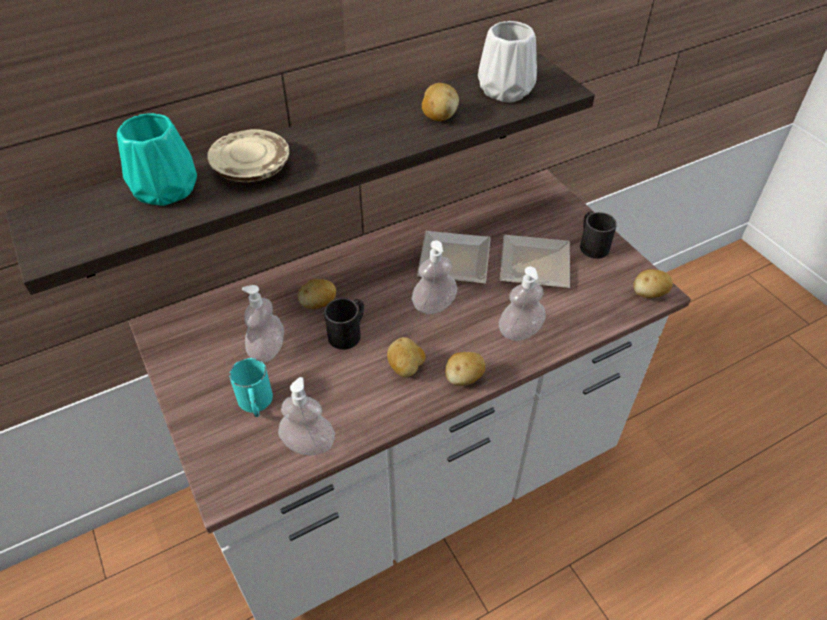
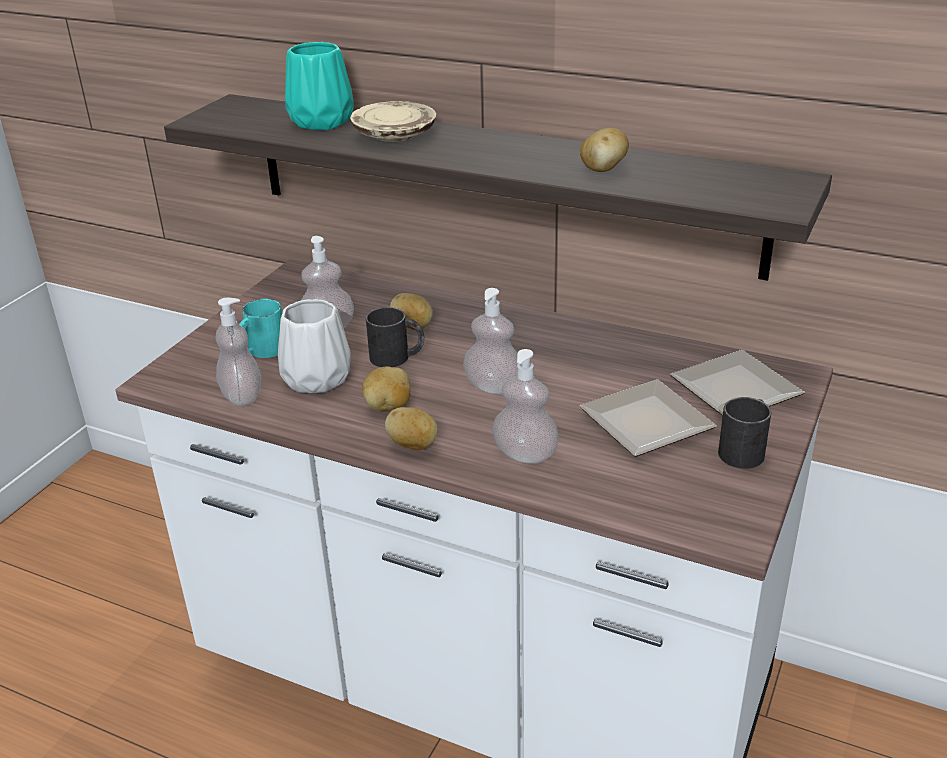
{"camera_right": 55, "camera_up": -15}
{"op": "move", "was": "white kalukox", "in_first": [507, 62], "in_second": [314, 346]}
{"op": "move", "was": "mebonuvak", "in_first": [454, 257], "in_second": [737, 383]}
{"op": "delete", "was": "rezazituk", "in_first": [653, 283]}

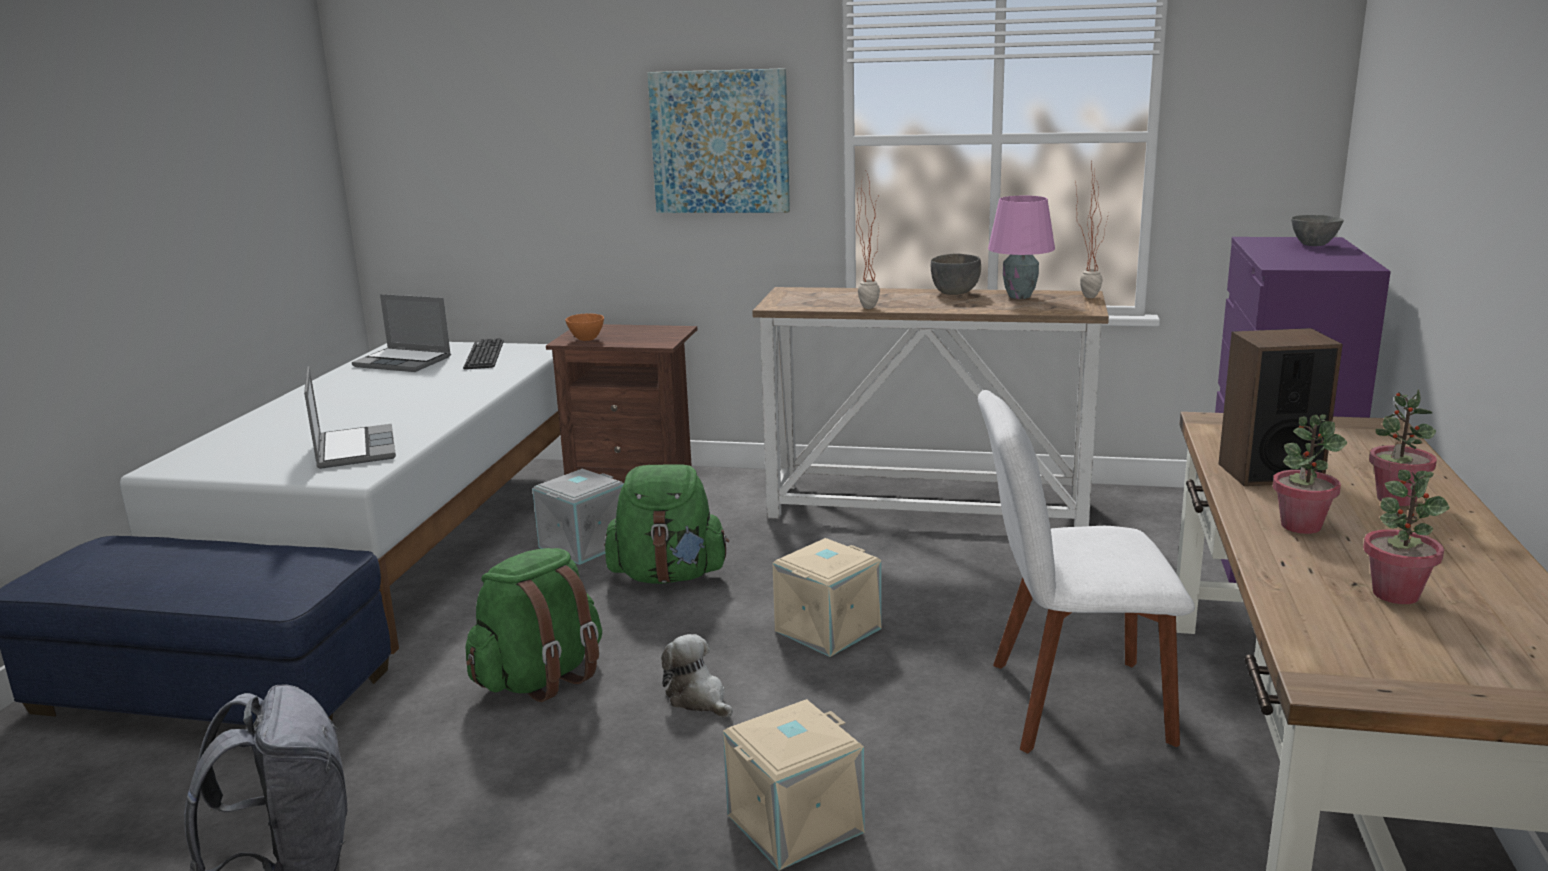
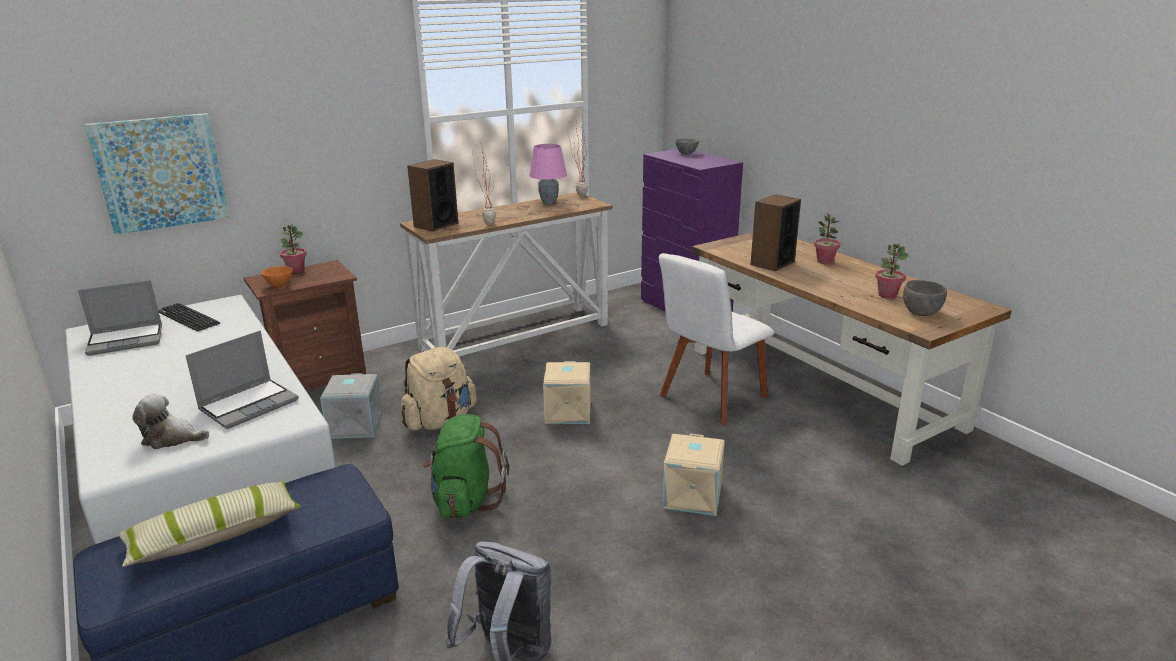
{"camera_right": -45, "camera_up": 5}
{"op": "move", "was": "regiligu", "in_first": [718, 140], "in_second": [157, 174]}
{"op": "move", "was": "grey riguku", "in_first": [956, 274], "in_second": [925, 298]}
{"op": "rotate", "was": "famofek", "in_first": [350, 417], "in_second": [242, 380], "clockwise": 105}
{"op": "move", "was": "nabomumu", "in_first": [1310, 474], "in_second": [293, 248]}
{"op": "recolor", "was": "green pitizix", "now": "beige pitizix", "in_first": [666, 524], "in_second": [438, 389]}
{"op": "move", "was": "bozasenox", "in_first": [697, 676], "in_second": [170, 421]}
{"op": "insert", "now": "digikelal", "in_second": [432, 195]}
{"op": "insert", "now": "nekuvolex", "in_second": [210, 524]}

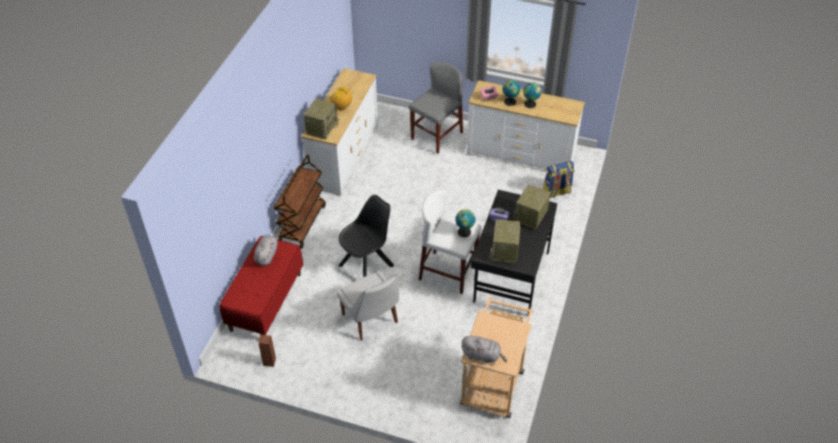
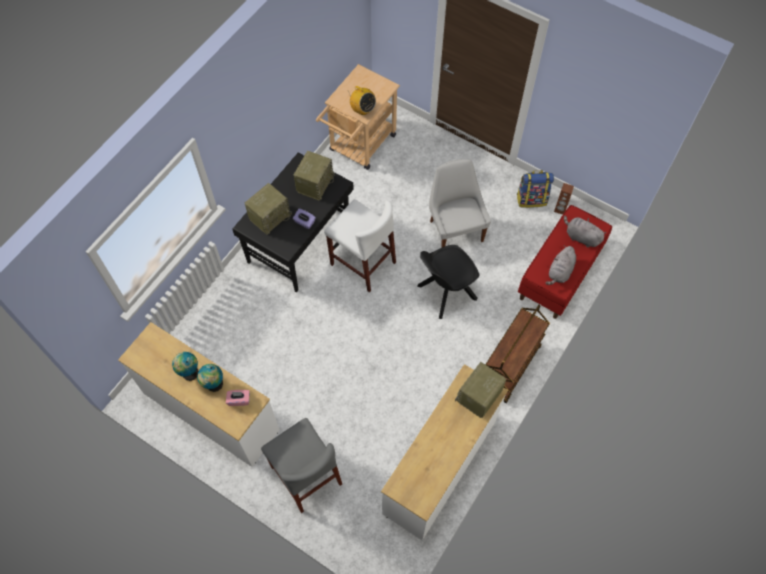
{"camera_right": -165, "camera_up": 15}
{"op": "rotate", "was": "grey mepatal", "in_first": [436, 108], "in_second": [301, 465], "clockwise": -90}
{"op": "move", "was": "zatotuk", "in_first": [341, 98], "in_second": [362, 100]}
{"op": "move", "was": "pitizix", "in_first": [558, 179], "in_second": [535, 189]}
{"op": "delete", "was": "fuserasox", "in_first": [466, 223]}
{"op": "move", "was": "grey bozasenox", "in_first": [484, 349], "in_second": [585, 232]}

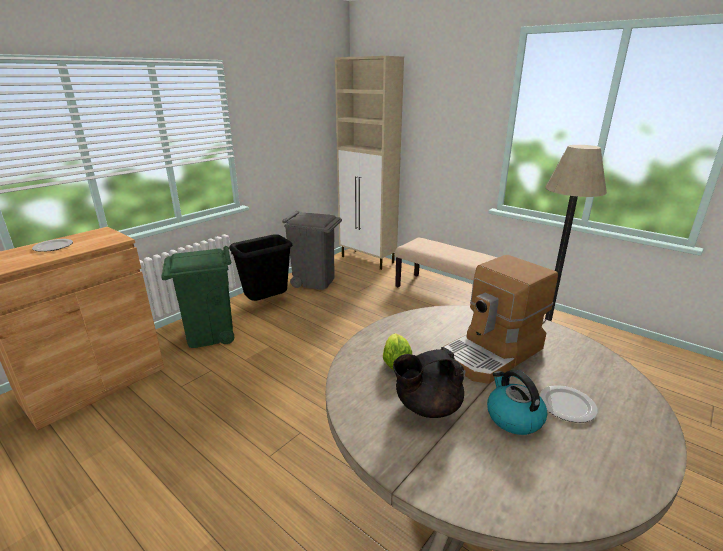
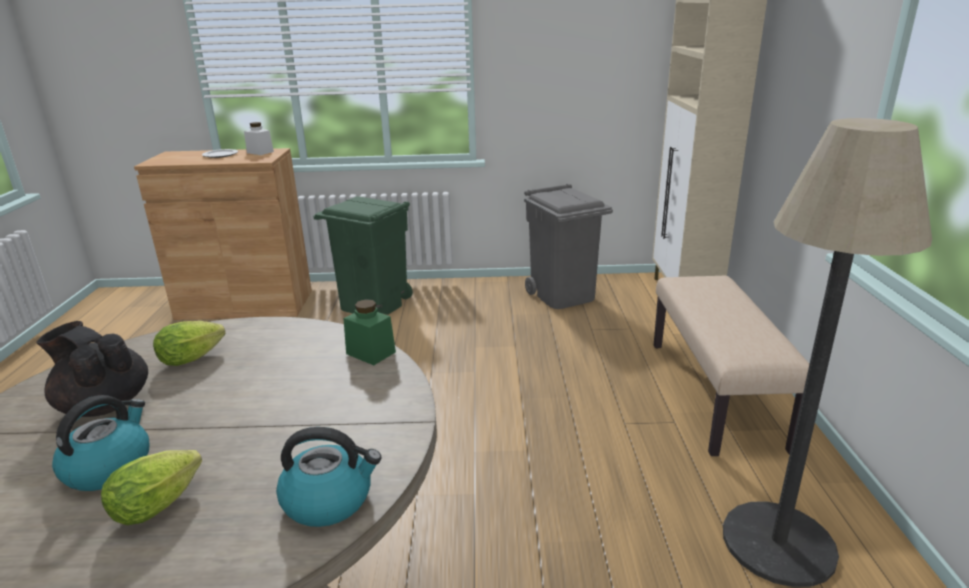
{"camera_right": 50, "camera_up": 0}
{"op": "delete", "was": "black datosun", "in_first": [260, 267]}
{"op": "delete", "was": "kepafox", "in_first": [500, 319]}
{"op": "replace", "was": "mebonuvak", "now": "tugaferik", "in_first": [568, 404], "in_second": [151, 487]}
{"op": "insert", "now": "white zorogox", "in_second": [259, 138]}
{"op": "insert", "now": "green zorogox", "in_second": [369, 332]}
{"op": "insert", "now": "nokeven", "in_second": [328, 477]}

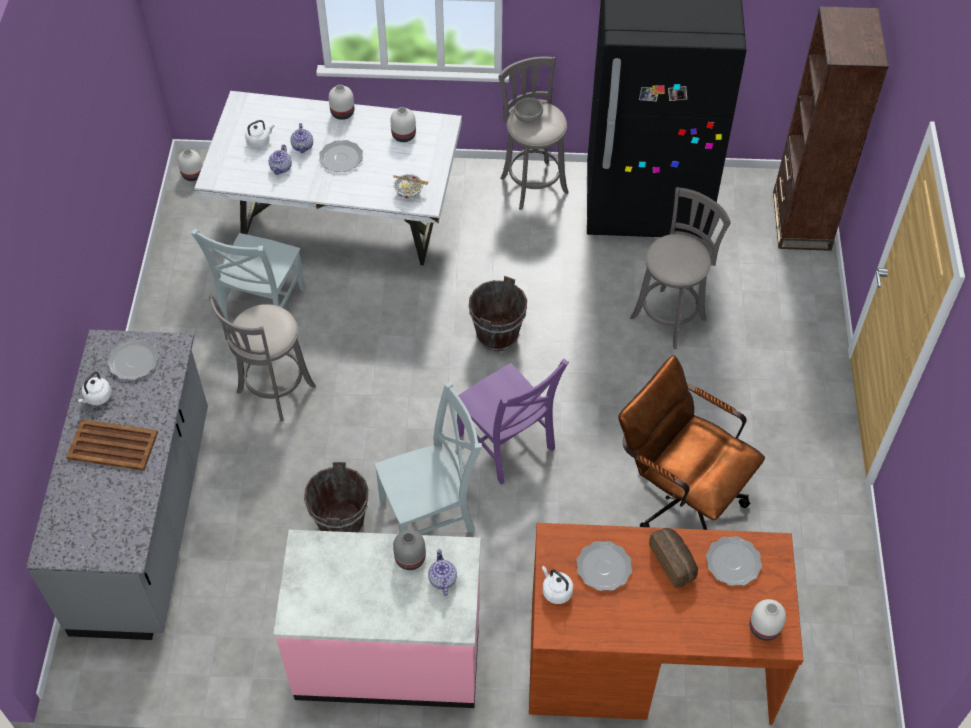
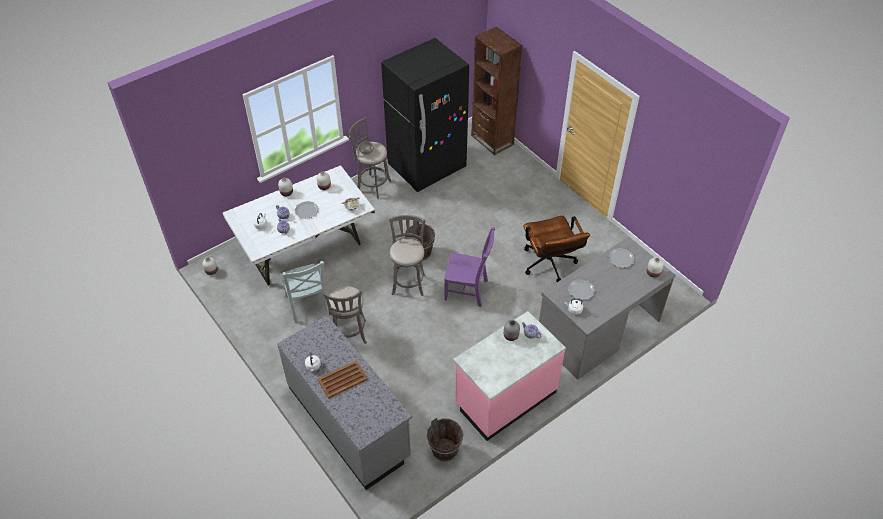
{"camera_right": -40, "camera_up": -5}
{"op": "move", "was": "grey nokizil", "in_first": [680, 268], "in_second": [407, 255]}
{"op": "delete", "was": "mebonuvak", "in_first": [133, 359]}
{"op": "rotate", "was": "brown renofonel", "in_first": [691, 442], "in_second": [556, 249], "clockwise": -105}
{"op": "delete", "was": "grey mepatal", "in_first": [428, 457]}
{"op": "move", "was": "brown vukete", "in_first": [336, 497], "in_second": [445, 440]}
{"op": "recolor", "was": "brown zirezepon", "now": "grey zirezepon", "in_first": [666, 624], "in_second": [607, 308]}
{"op": "delete", "was": "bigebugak", "in_first": [673, 558]}

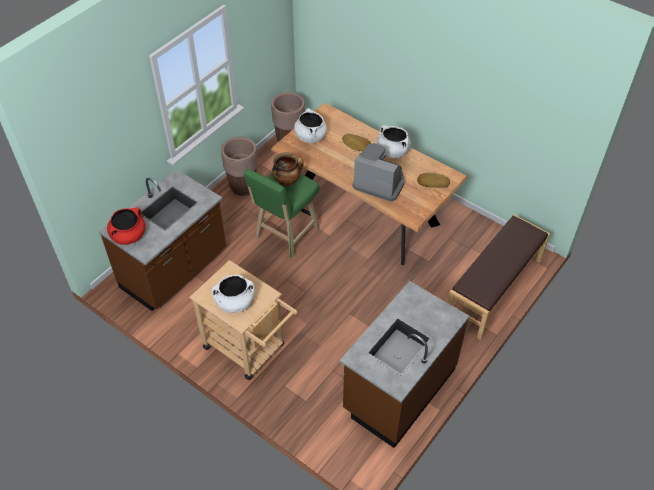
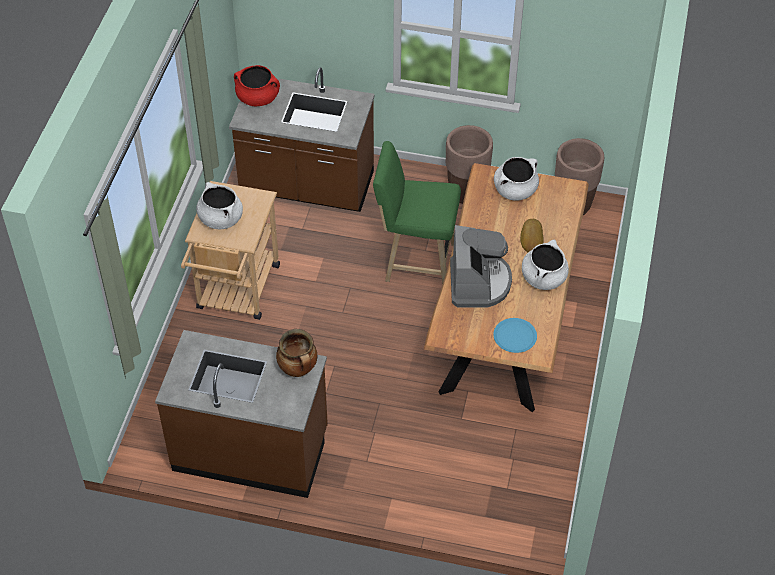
{"camera_right": 65, "camera_up": 0}
{"op": "move", "was": "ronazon", "in_first": [287, 169], "in_second": [297, 353]}
{"op": "replace", "was": "bigebugak", "now": "blue mebonuvak", "in_first": [433, 180], "in_second": [515, 335]}
{"op": "delete", "was": "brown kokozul", "in_first": [499, 277]}

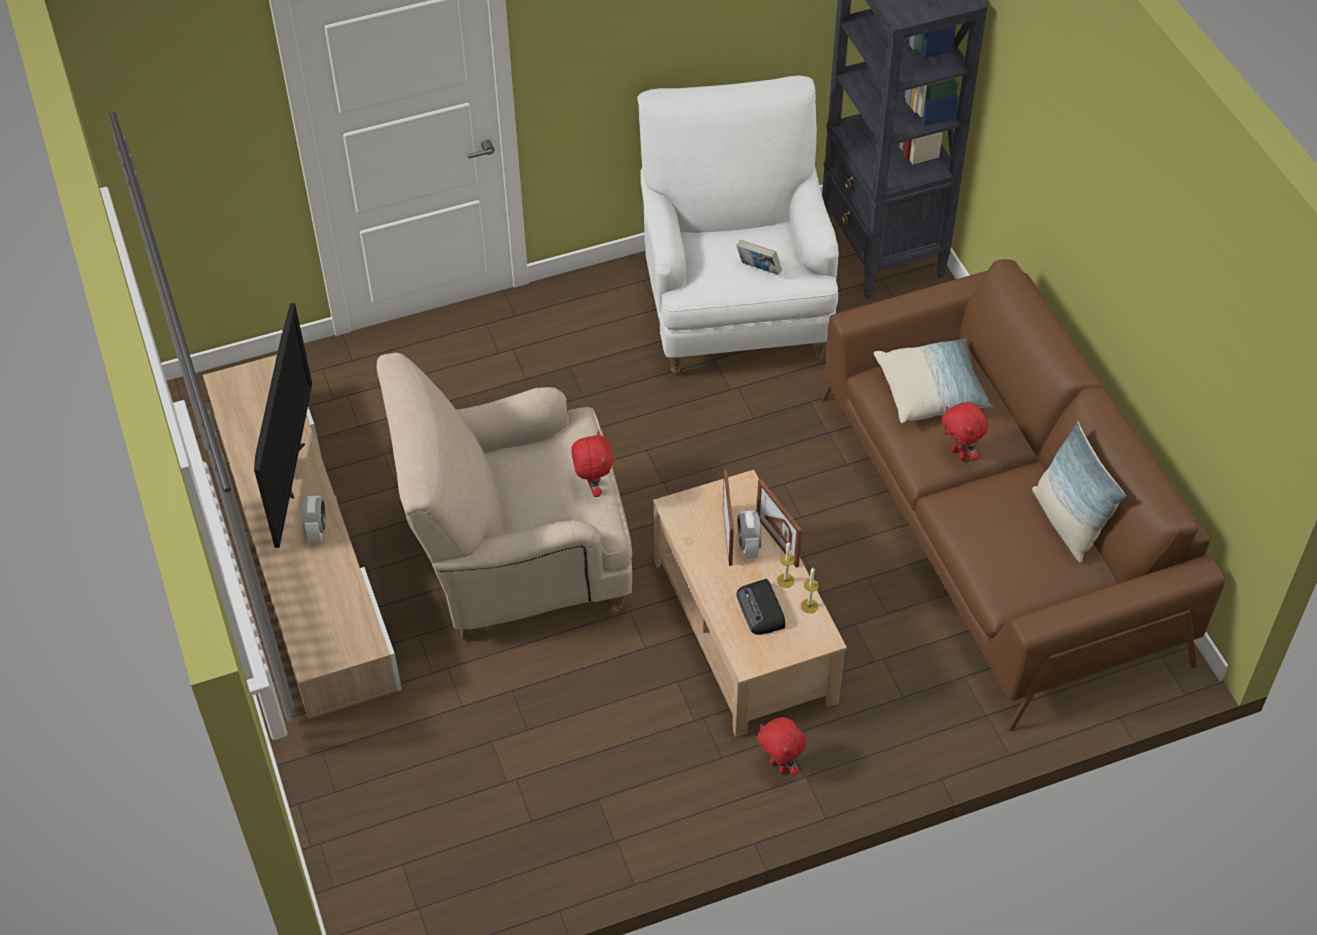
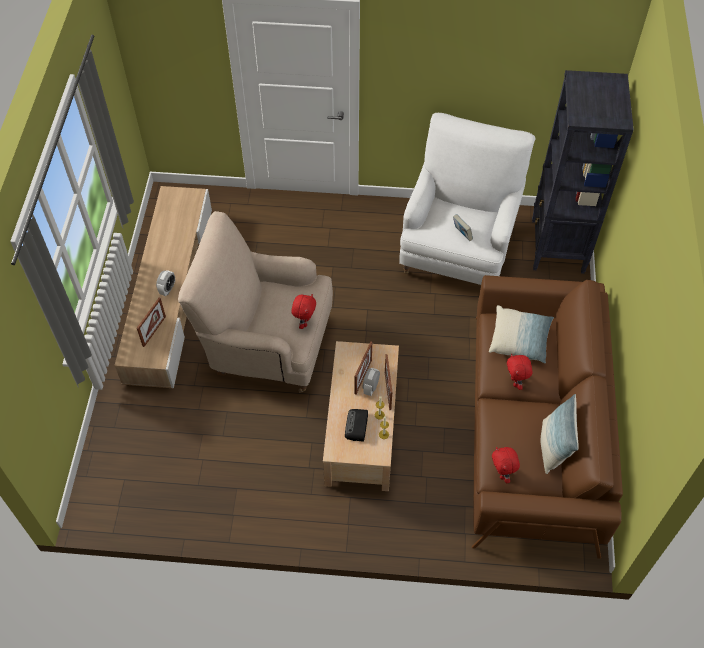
{"camera_right": 25, "camera_up": 5}
{"op": "delete", "was": "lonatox", "in_first": [283, 425]}
{"op": "move", "was": "red bozasenox", "in_first": [781, 746], "in_second": [506, 465]}
{"op": "insert", "now": "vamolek", "in_second": [151, 322]}

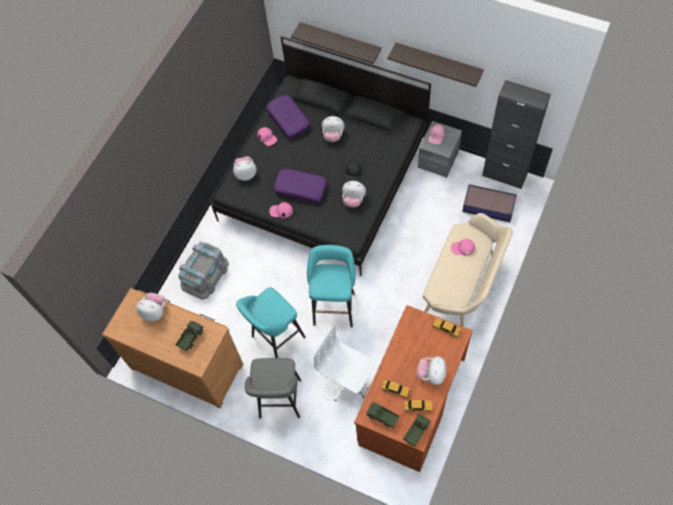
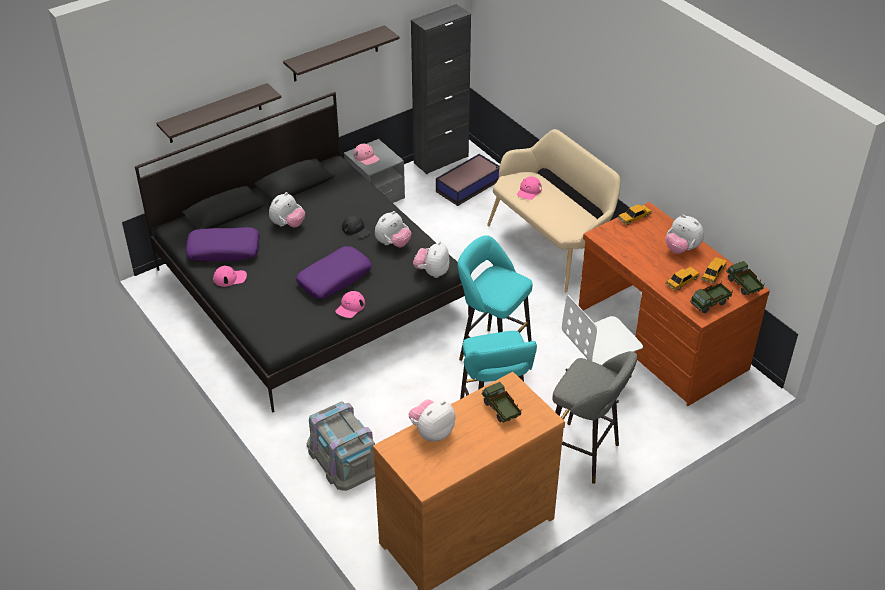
{"camera_right": -65, "camera_up": -20}
{"op": "move", "was": "bozasenox", "in_first": [245, 168], "in_second": [431, 259]}

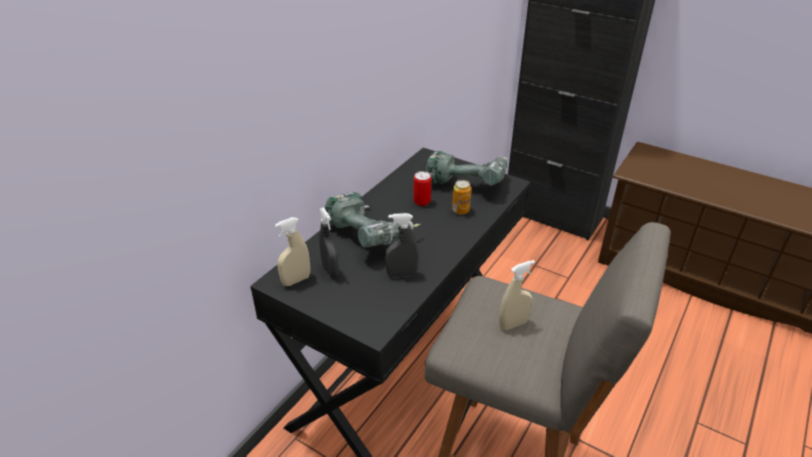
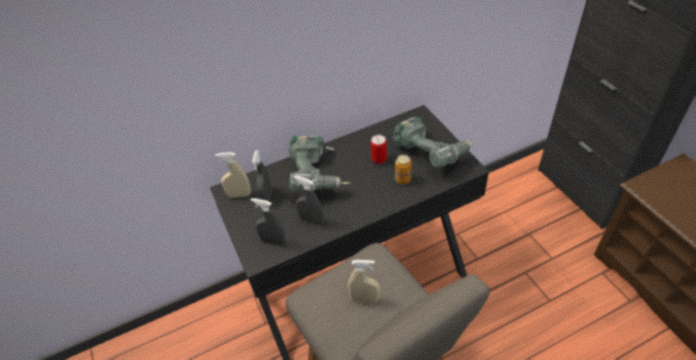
{"camera_right": 35, "camera_up": 10}
{"op": "insert", "now": "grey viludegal", "in_second": [268, 222]}

